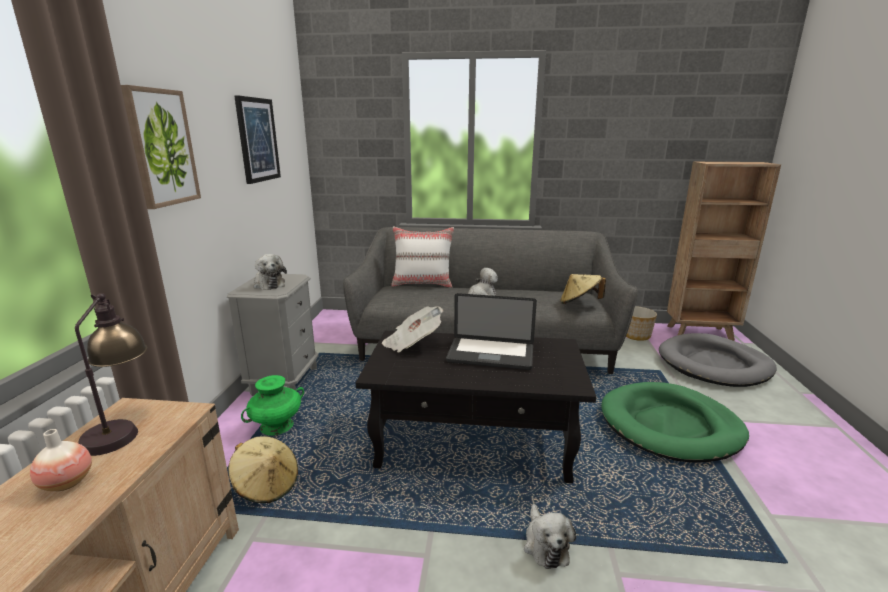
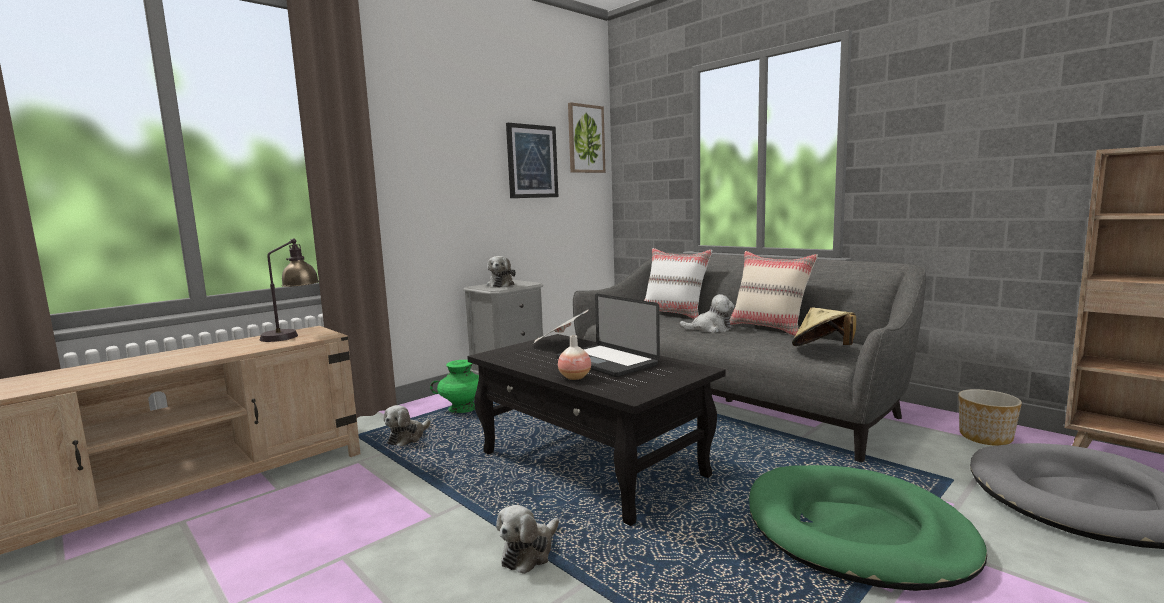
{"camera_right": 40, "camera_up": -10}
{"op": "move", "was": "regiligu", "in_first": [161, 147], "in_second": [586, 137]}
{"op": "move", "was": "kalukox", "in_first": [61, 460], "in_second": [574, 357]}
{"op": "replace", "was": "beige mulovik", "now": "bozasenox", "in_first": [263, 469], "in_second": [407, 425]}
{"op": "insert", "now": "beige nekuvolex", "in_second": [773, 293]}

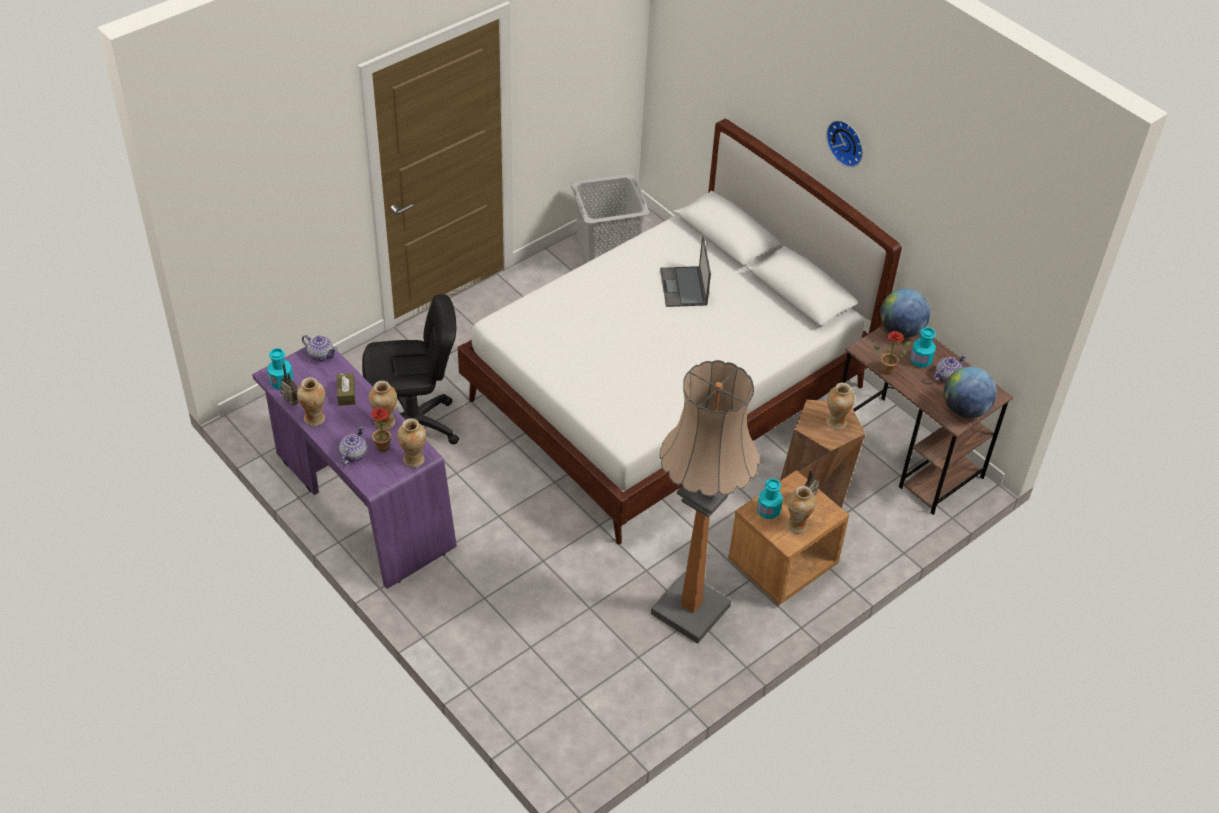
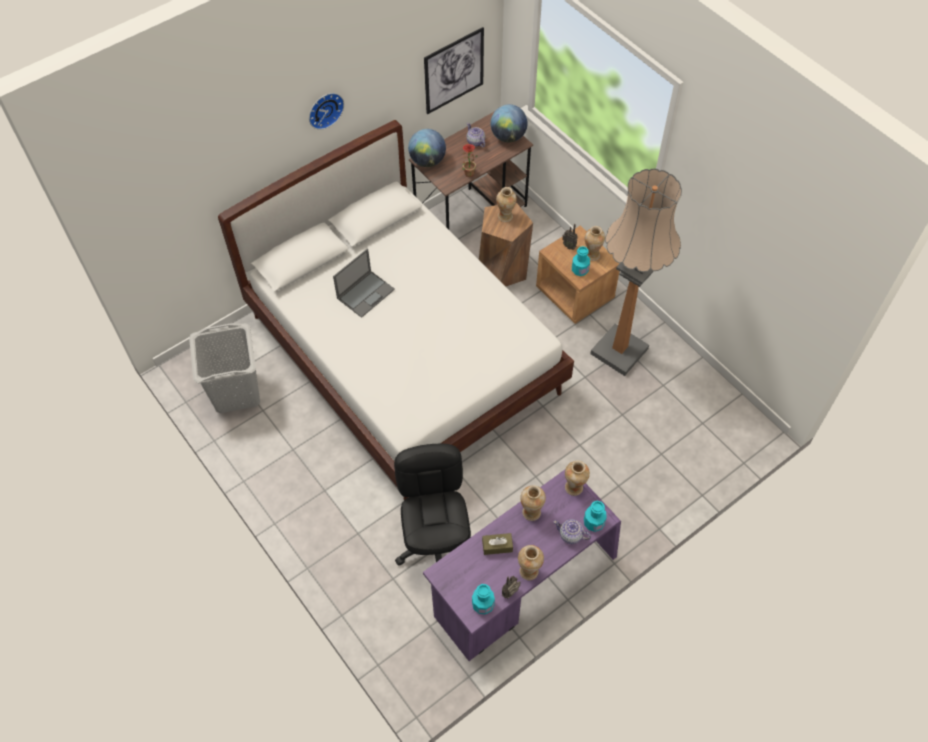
{"camera_right": -85, "camera_up": 10}
{"op": "rotate", "was": "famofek", "in_first": [685, 271], "in_second": [364, 283], "clockwise": -45}
{"op": "move", "was": "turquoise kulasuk", "in_first": [923, 347], "in_second": [595, 516]}
{"op": "delete", "was": "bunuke", "in_first": [319, 348]}
{"op": "delete", "was": "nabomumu", "in_first": [381, 430]}
{"op": "insert", "now": "regiligu", "in_second": [454, 70]}

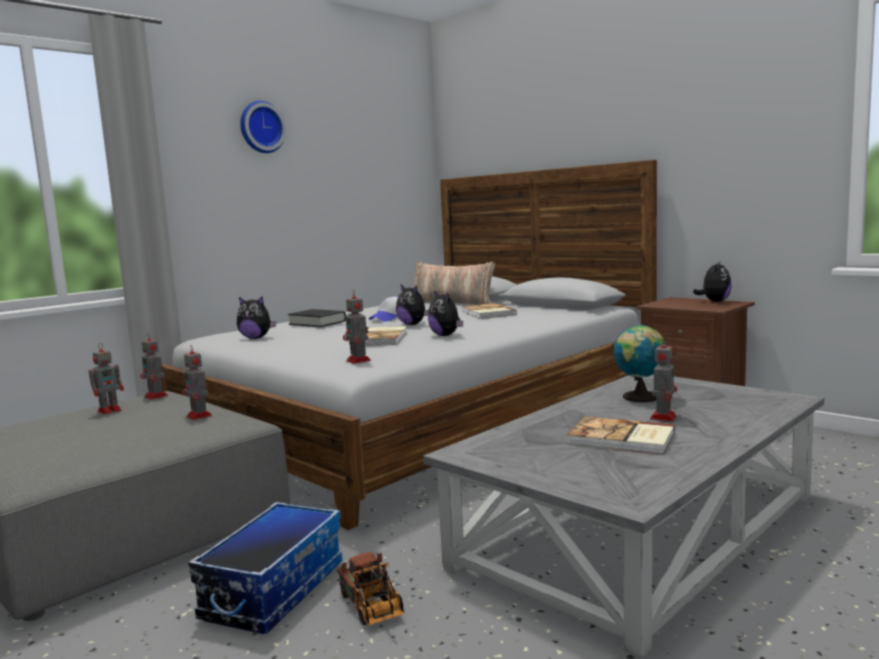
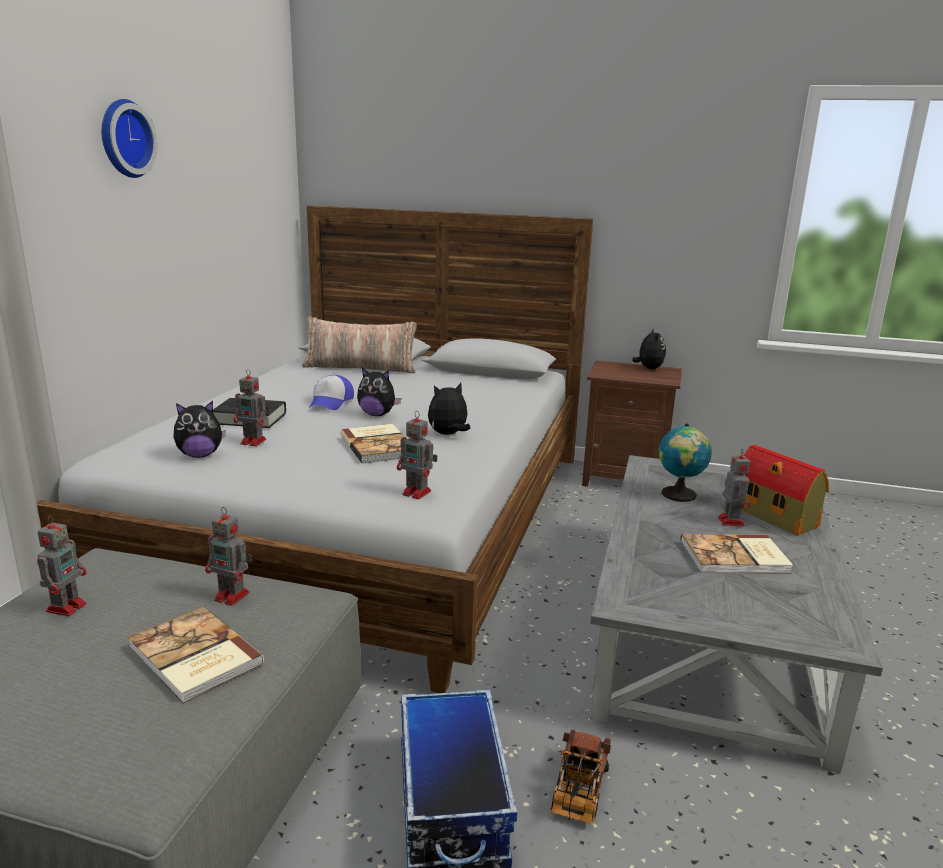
{"camera_right": -30, "camera_up": 10}
{"op": "rotate", "was": "bozasenox", "in_first": [445, 313], "in_second": [449, 409], "clockwise": 120}
{"op": "move", "was": "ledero", "in_first": [489, 311], "in_second": [195, 655]}
{"op": "move", "was": "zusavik", "in_first": [154, 367], "in_second": [252, 407]}
{"op": "rotate", "was": "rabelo", "in_first": [371, 588], "in_second": [580, 777], "clockwise": 75}
{"op": "insert", "now": "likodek", "in_second": [785, 490]}

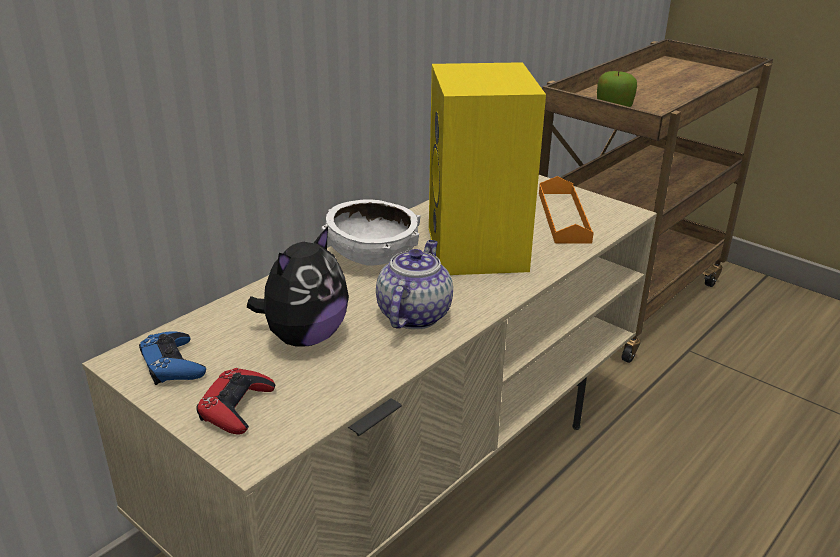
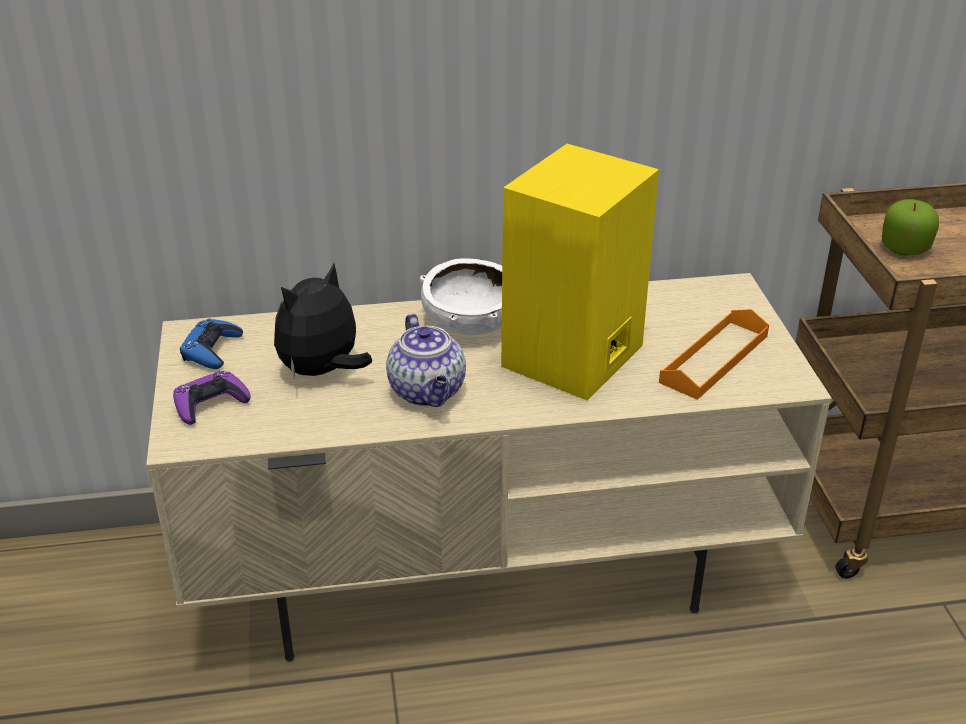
{"camera_right": 40, "camera_up": 5}
{"op": "rotate", "was": "bozasenox", "in_first": [298, 286], "in_second": [323, 321], "clockwise": 150}
{"op": "rotate", "was": "bunuke", "in_first": [414, 284], "in_second": [426, 360], "clockwise": 105}
{"op": "recolor", "was": "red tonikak", "now": "purple tonikak", "in_first": [235, 401], "in_second": [211, 398]}

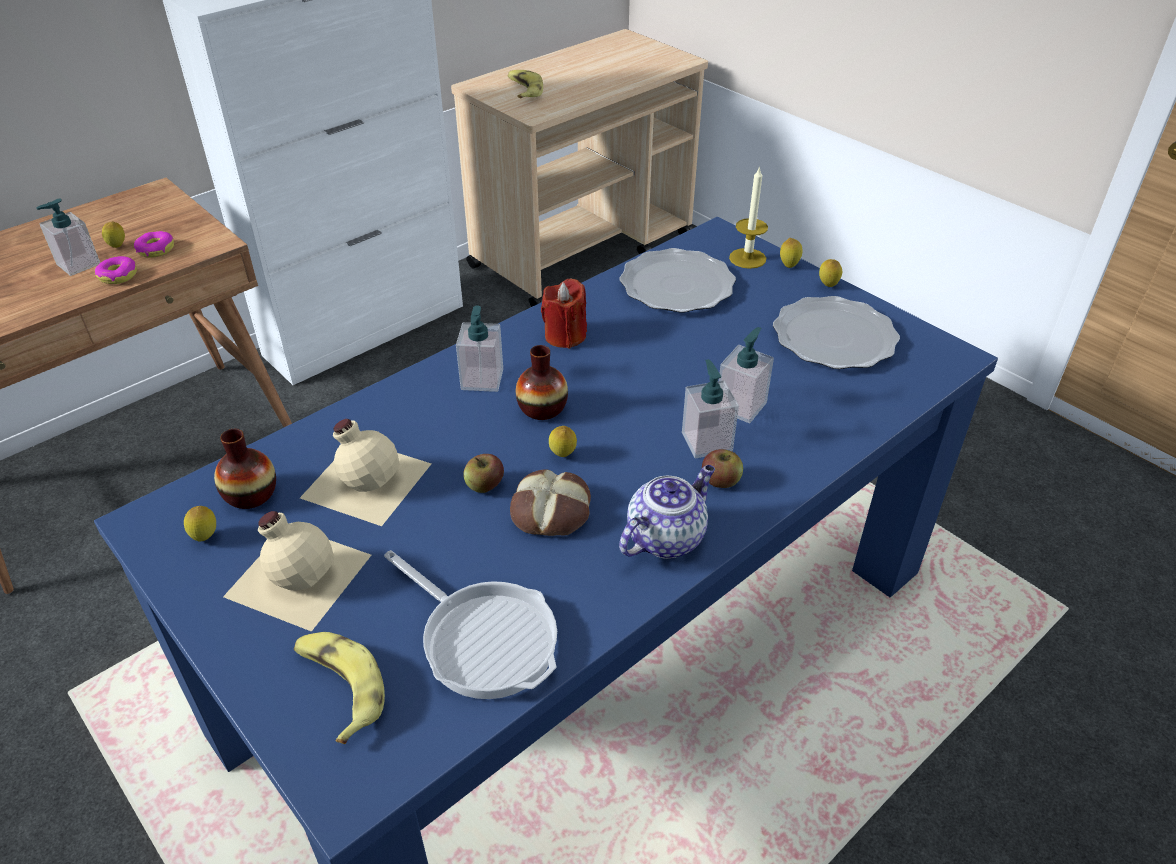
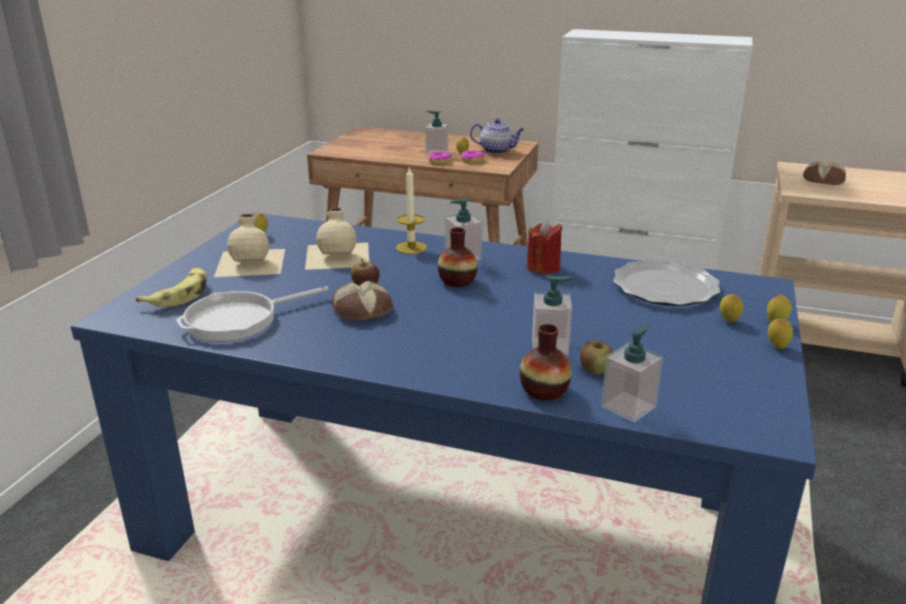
{"camera_right": 60, "camera_up": -15}
{"op": "replace", "was": "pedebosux", "now": "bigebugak", "in_first": [525, 84], "in_second": [824, 173]}
{"op": "move", "was": "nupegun", "in_first": [748, 217], "in_second": [411, 210]}
{"op": "delete", "was": "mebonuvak", "in_first": [836, 332]}
{"op": "move", "was": "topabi", "in_first": [710, 408], "in_second": [632, 373]}
{"op": "move", "was": "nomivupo", "in_first": [563, 441], "in_second": [731, 308]}
{"op": "move", "was": "kalukox", "in_first": [245, 469], "in_second": [546, 362]}
{"op": "move", "was": "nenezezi", "in_first": [722, 468], "in_second": [596, 357]}
{"op": "move", "was": "bunuke", "in_first": [667, 512], "in_second": [497, 136]}
{"op": "rotate", "was": "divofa", "in_first": [470, 624], "in_second": [252, 314], "clockwise": 45}

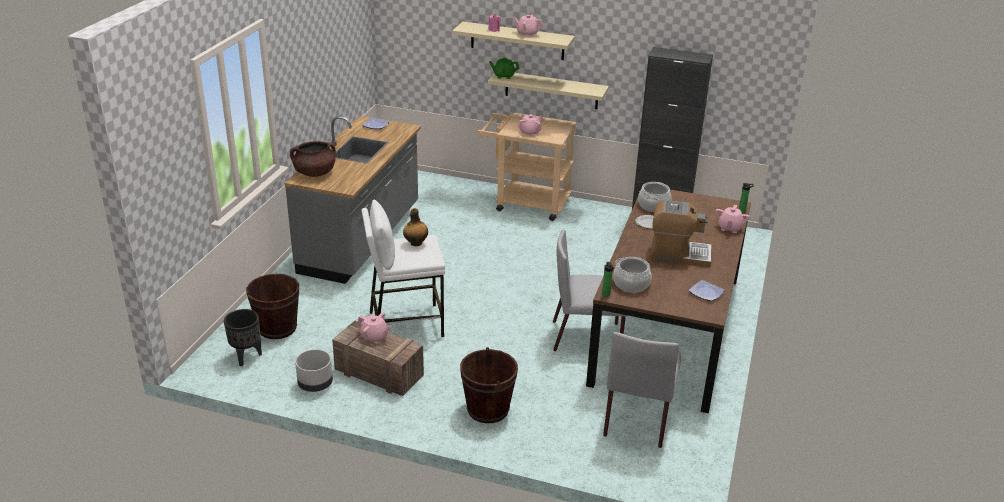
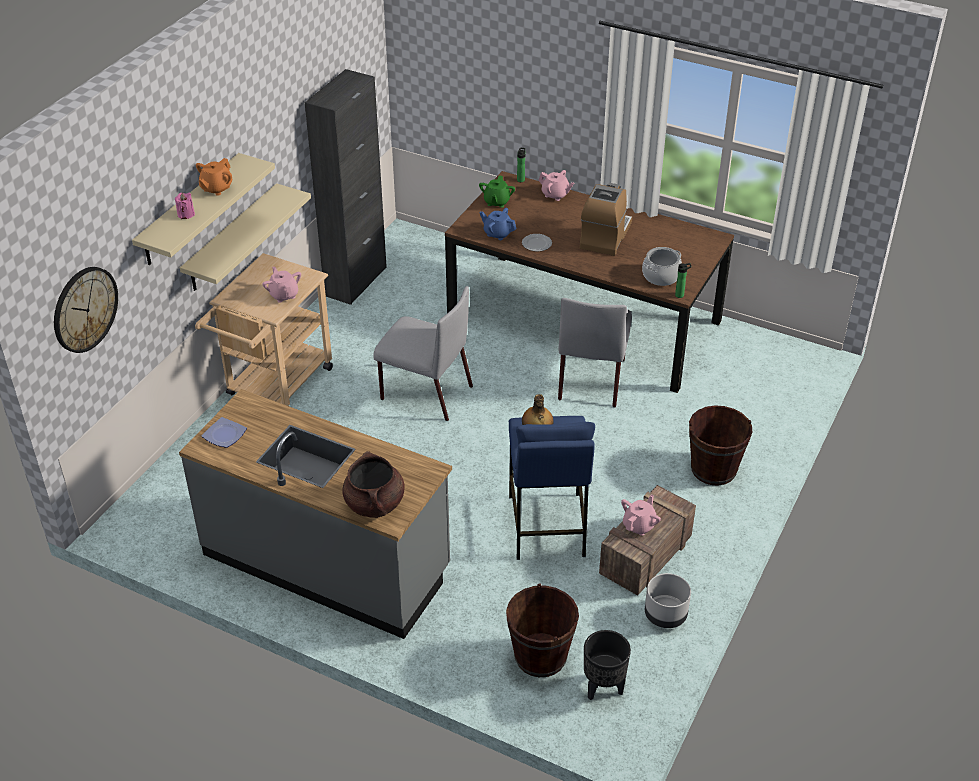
{"camera_right": -80, "camera_up": 10}
{"op": "recolor", "was": "pink bunuke", "now": "orange bunuke", "in_first": [528, 26], "in_second": [214, 176]}
{"op": "move", "was": "green bunuke", "in_first": [504, 68], "in_second": [497, 191]}
{"op": "replace", "was": "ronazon", "now": "blue bunuke", "in_first": [654, 197], "in_second": [498, 224]}
{"op": "recolor", "was": "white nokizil", "now": "blue nokizil", "in_first": [403, 268], "in_second": [552, 488]}
{"op": "delete", "was": "mebonuvak", "in_first": [706, 290]}
{"op": "move", "was": "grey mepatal", "in_first": [642, 390], "in_second": [423, 353]}
{"op": "insert", "now": "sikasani", "in_second": [86, 310]}

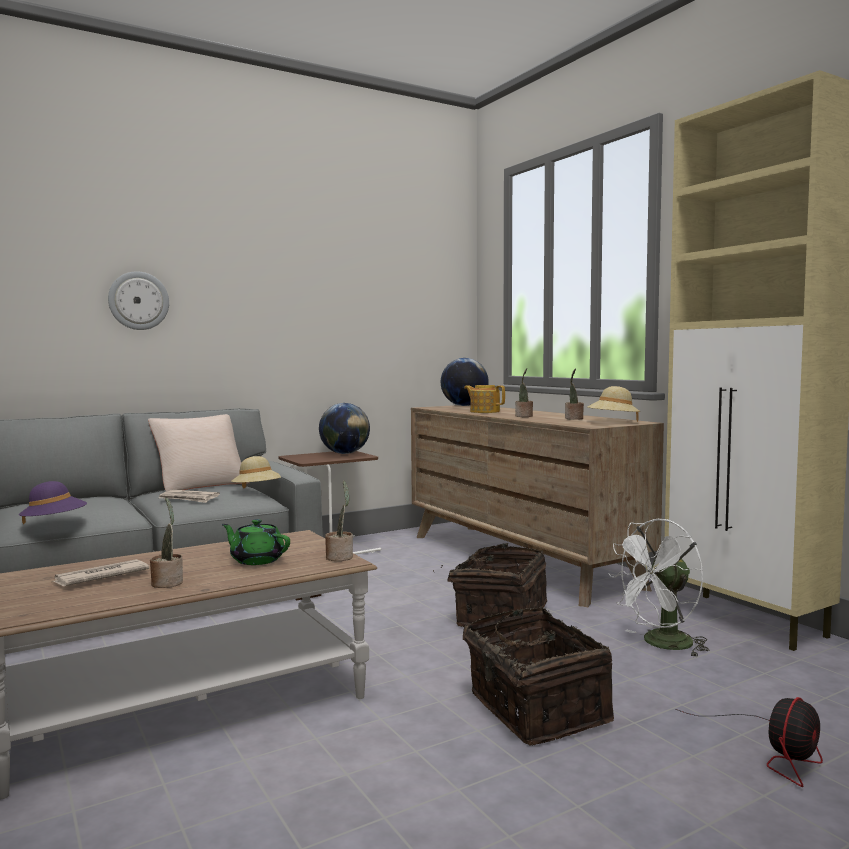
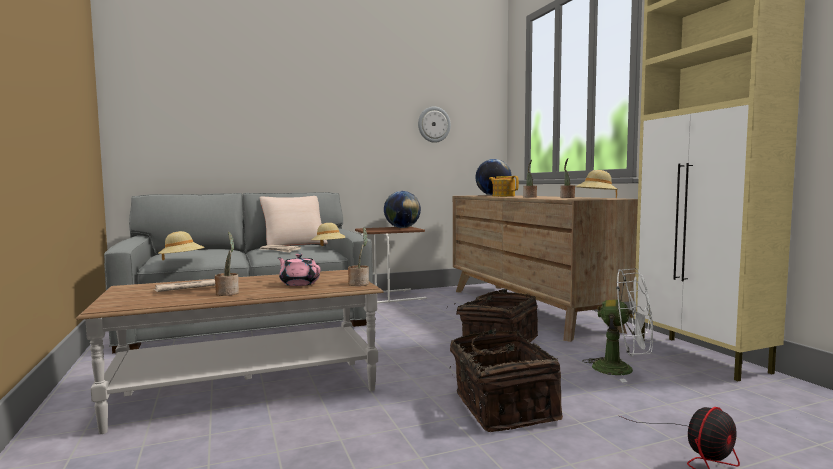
{"camera_right": 10, "camera_up": 0}
{"op": "move", "was": "sikasani", "in_first": [138, 300], "in_second": [434, 124]}
{"op": "recolor", "was": "purple mulovik", "now": "beige mulovik", "in_first": [53, 502], "in_second": [181, 245]}
{"op": "recolor", "was": "green bunuke", "now": "pink bunuke", "in_first": [256, 542], "in_second": [299, 269]}
{"op": "rotate", "was": "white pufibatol", "in_first": [658, 588], "in_second": [617, 325], "clockwise": -135}

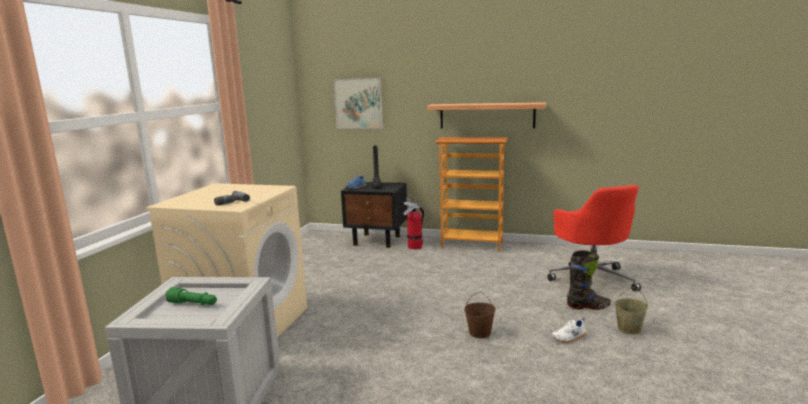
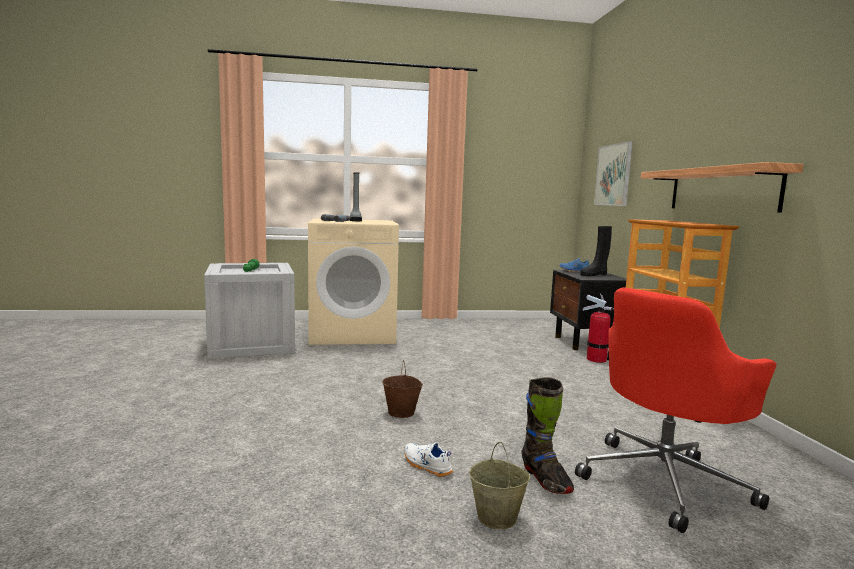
{"camera_right": 65, "camera_up": -5}
{"op": "insert", "now": "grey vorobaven", "in_second": [356, 196]}

